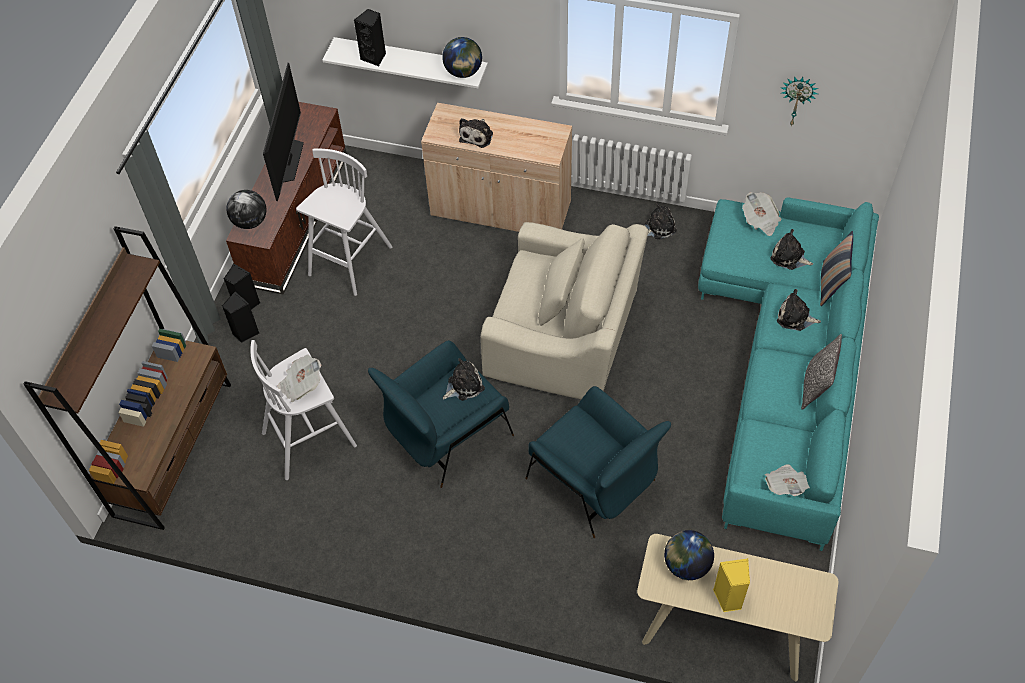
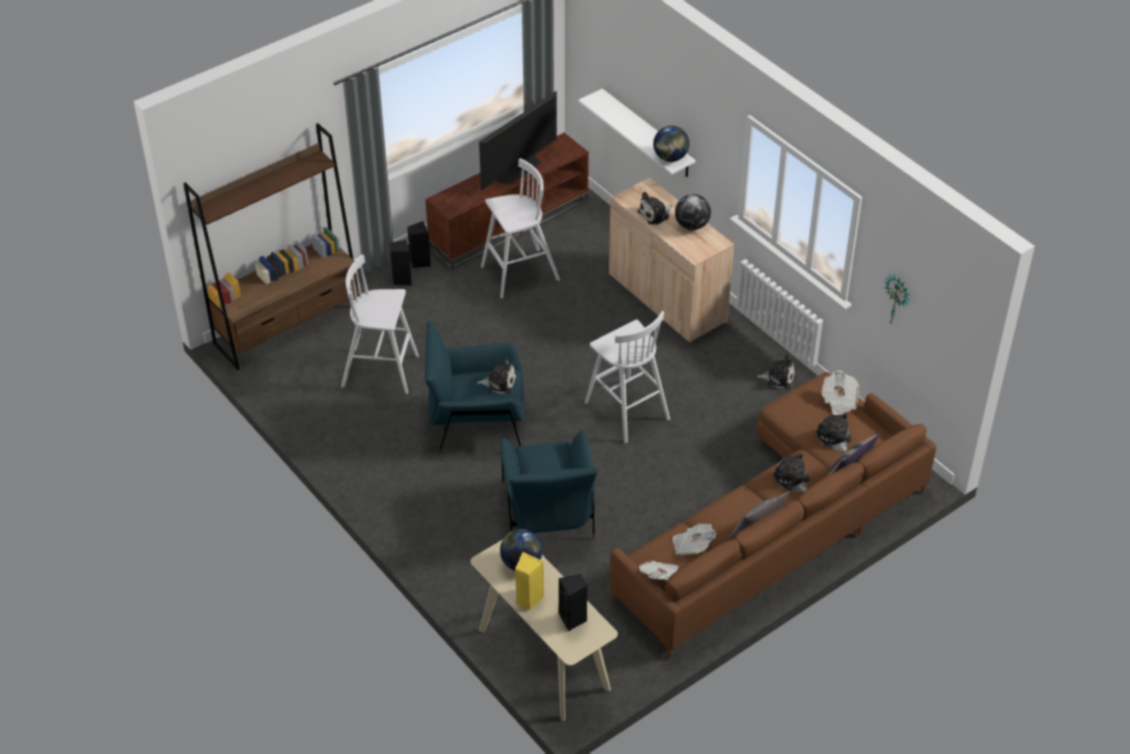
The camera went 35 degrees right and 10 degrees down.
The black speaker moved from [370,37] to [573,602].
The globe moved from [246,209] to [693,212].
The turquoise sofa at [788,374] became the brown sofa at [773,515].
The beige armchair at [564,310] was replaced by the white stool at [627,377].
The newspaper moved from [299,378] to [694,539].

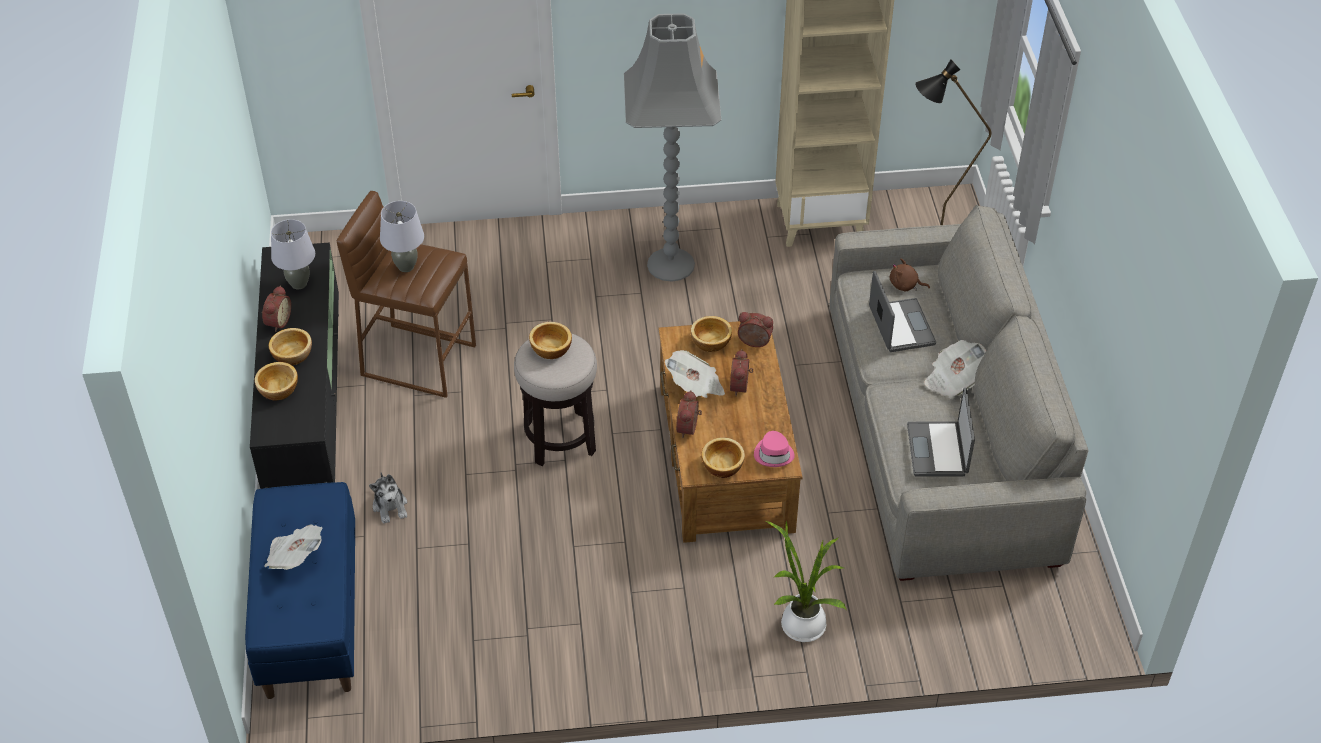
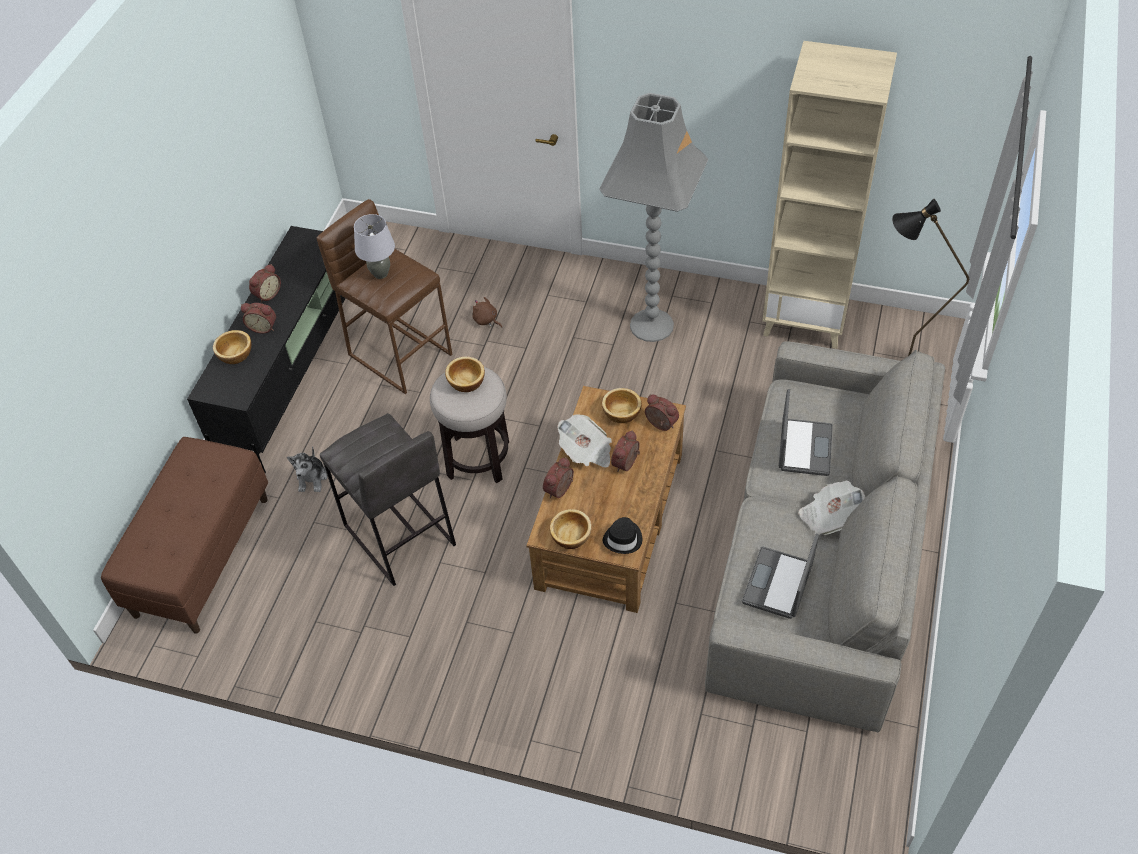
The camera went 25 degrees right and 5 degrees up.
The grey table lamp at [293,254] disappeared.
The brown plush toy moved from [910,274] to [487,312].
The bowl at [290,346] was replaced by the alarm clock at [258,318].
The pink hat at [774,449] became the black hat at [622,535].
The blue bench at [300,590] became the brown bench at [184,535].
The potted plant at [806,581] disappeared.
The newspaper at [293,547] disappeared.
The grey stool at [388,499] appeared.

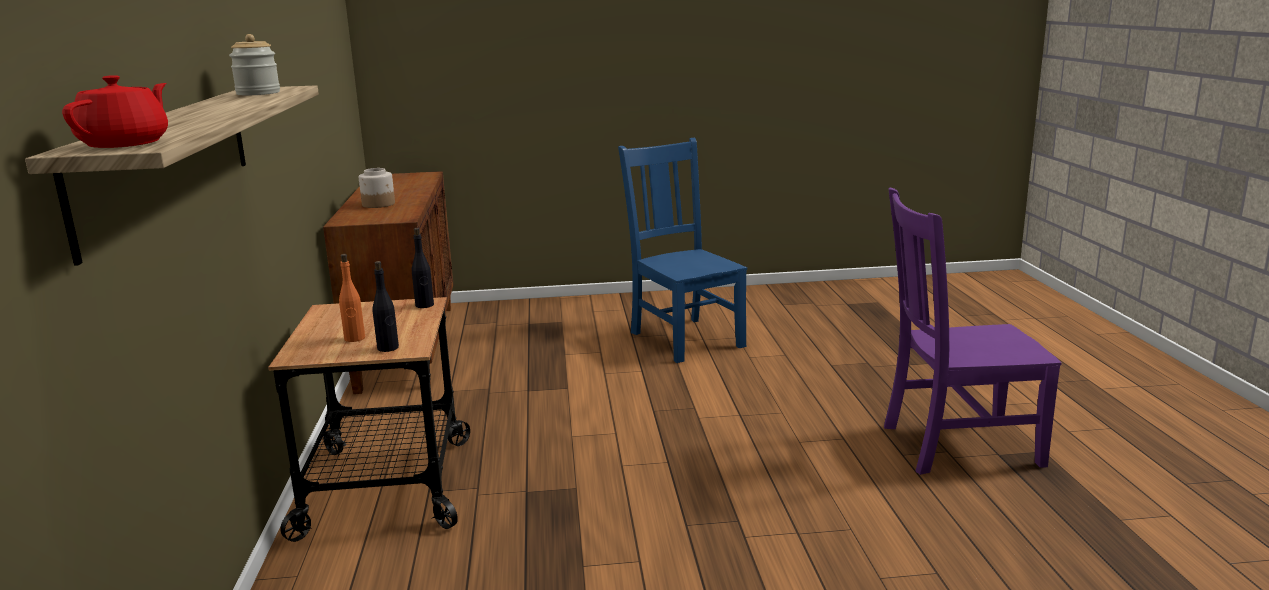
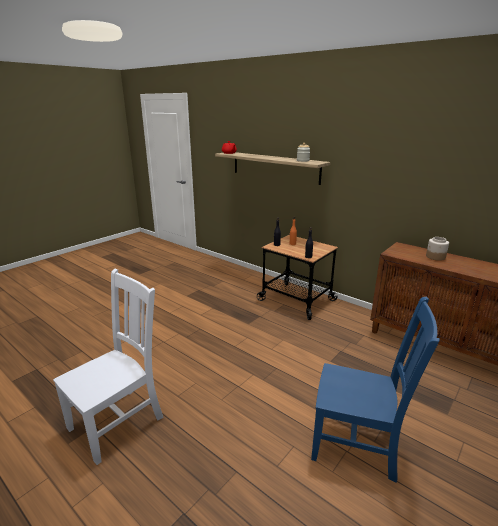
The camera went 135 degrees right and 5 degrees up.
The purple chair at [973,331] became the white chair at [108,367].

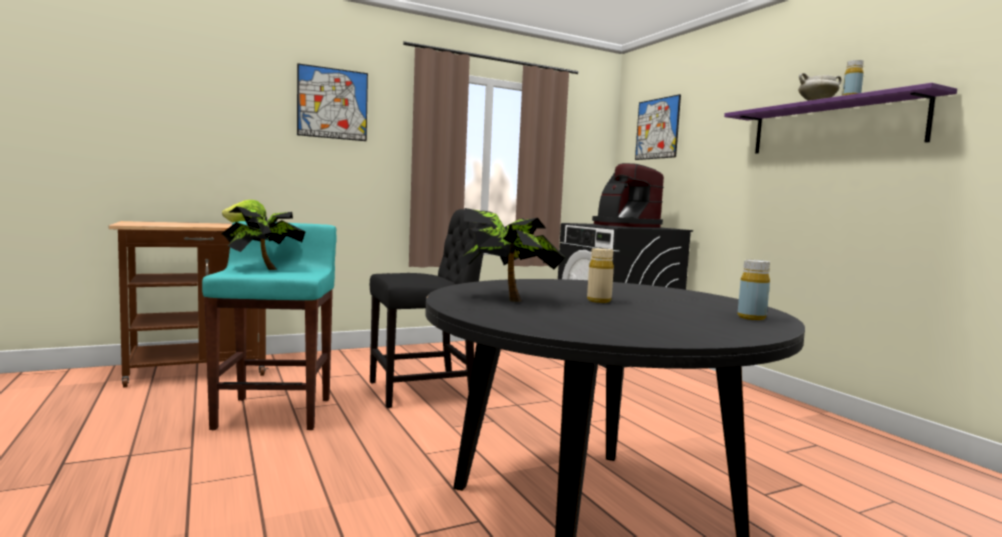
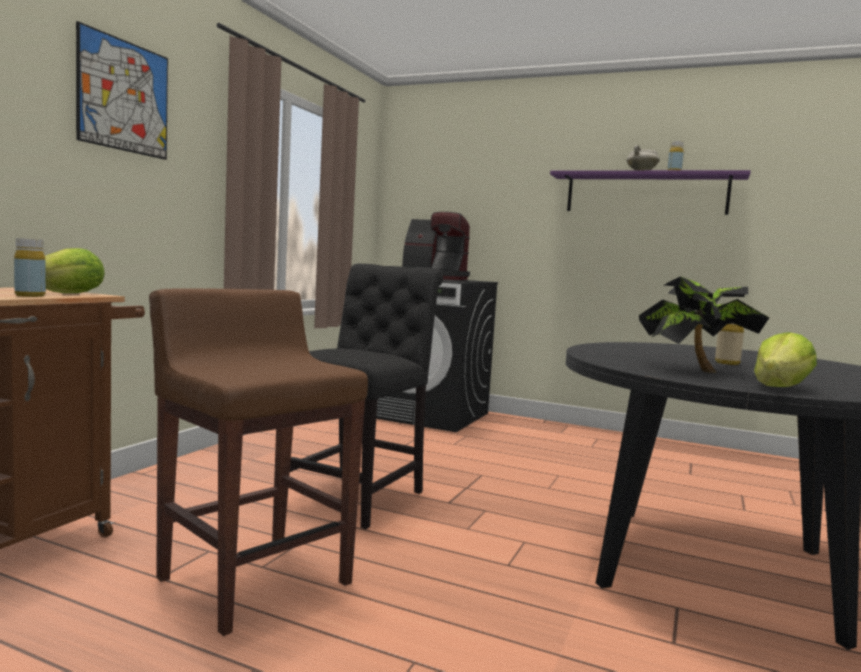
The camera went 40 degrees left and 0 degrees up.
The picture at [658,127] disappeared.
The potted plant at [263,238] disappeared.
The turquoise stool at [269,325] became the brown stool at [258,462].
The yellow bottle moved from [754,290] to [30,267].
The lettuce at [785,359] appeared.

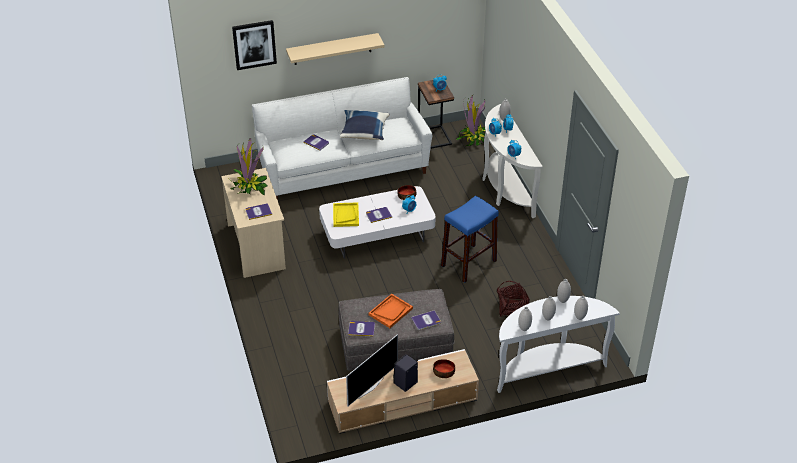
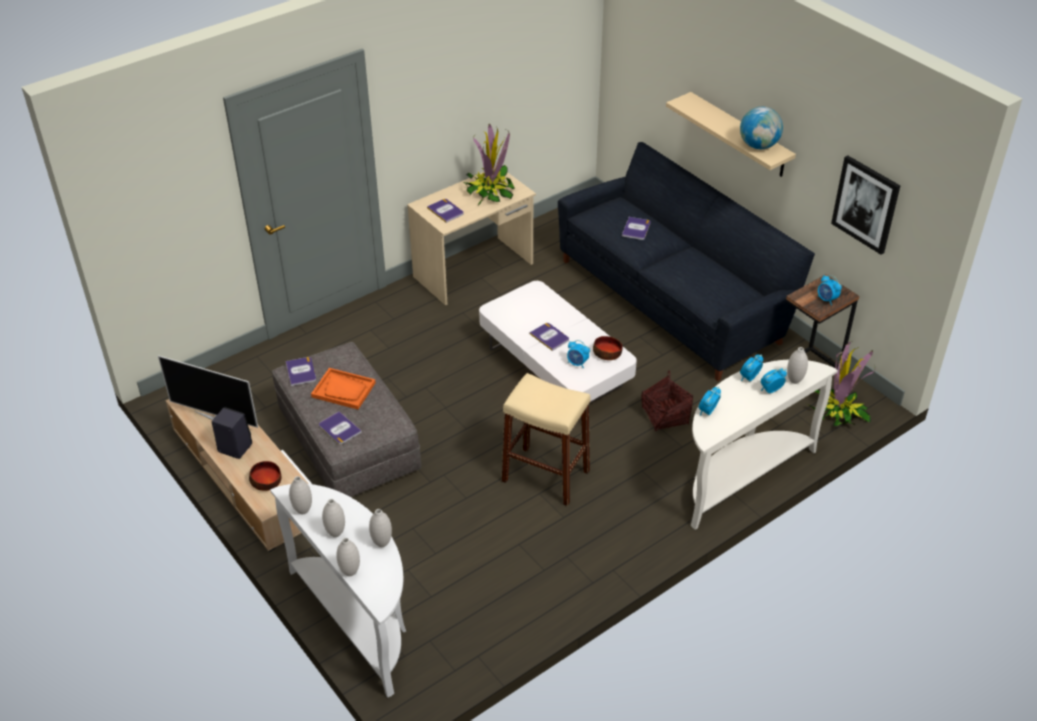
The camera went 70 degrees right and 0 degrees up.
The picture moved from [254,45] to [865,205].
The white sofa at [342,138] became the black sofa at [686,261].
The blue pillow at [364,125] disappeared.
The blue stool at [470,239] became the beige stool at [546,439].
The yellow tray at [346,214] disappeared.
The basket moved from [513,299] to [667,401].
The globe at [761,128] appeared.

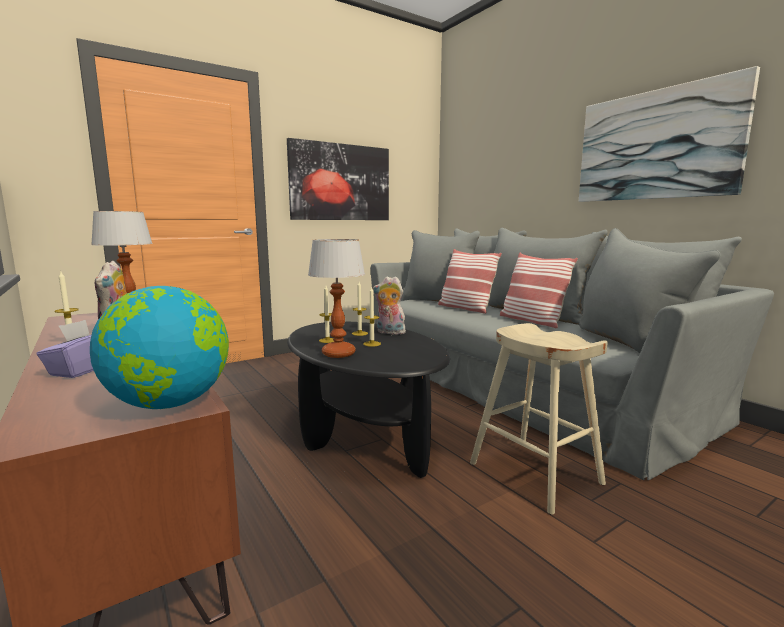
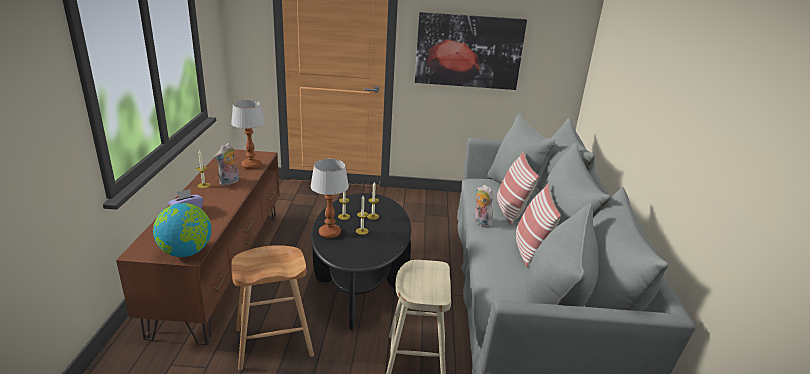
The camera went 35 degrees right and 15 degrees up.
The picture at [669,134] disappeared.
The plush toy moved from [389,305] to [483,206].
The brown stool at [272,307] appeared.

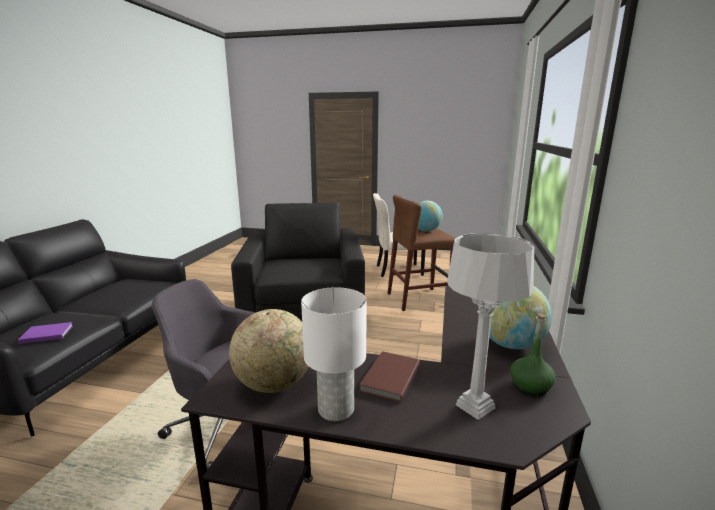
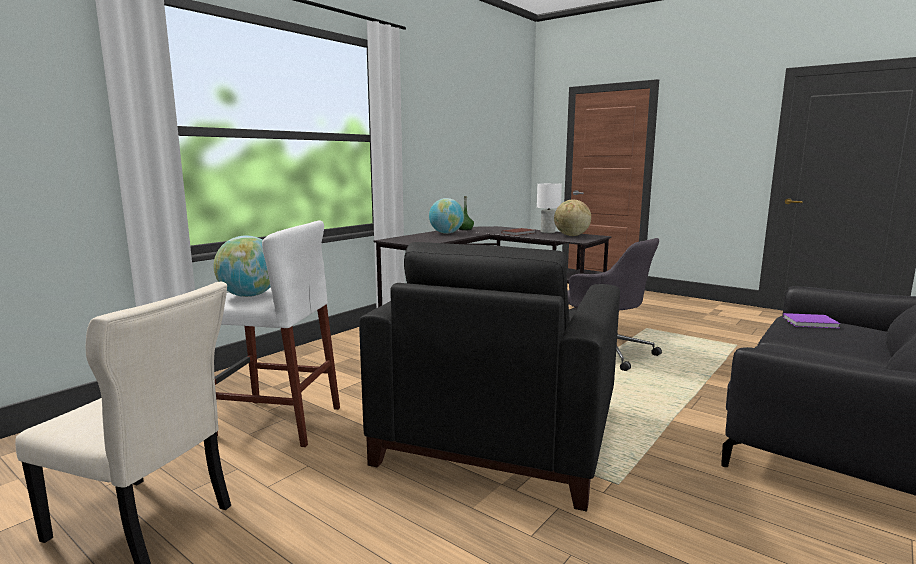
The camera went 155 degrees left and 5 degrees down.
The brown stool at [421,253] became the white stool at [277,334].
The grey table lamp at [490,326] disappeared.

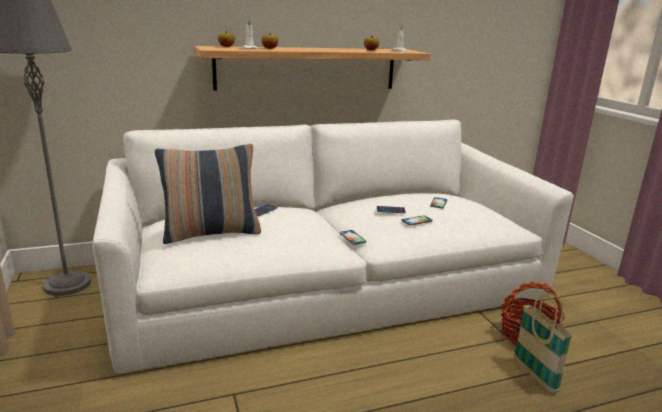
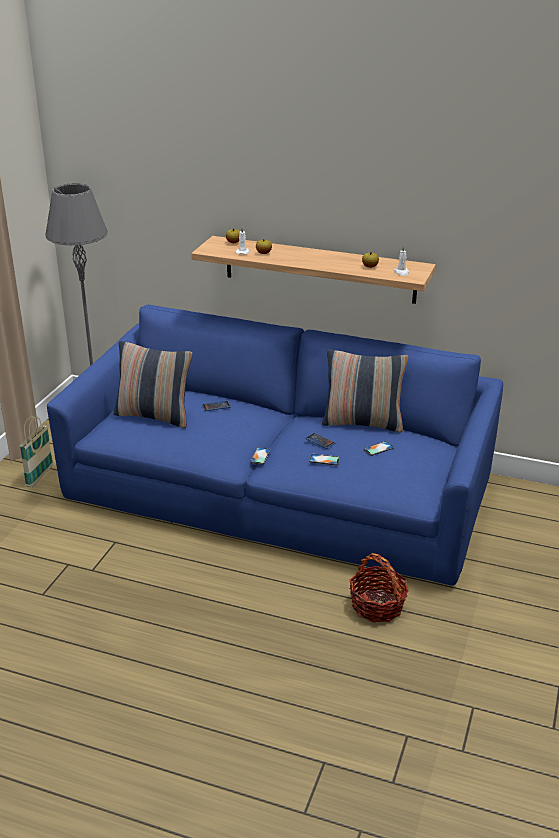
The camera went 40 degrees right and 10 degrees up.
The white sofa at [333,246] became the blue sofa at [275,445].
The basket moved from [542,343] to [36,452].
The pillow at [365,391] appeared.

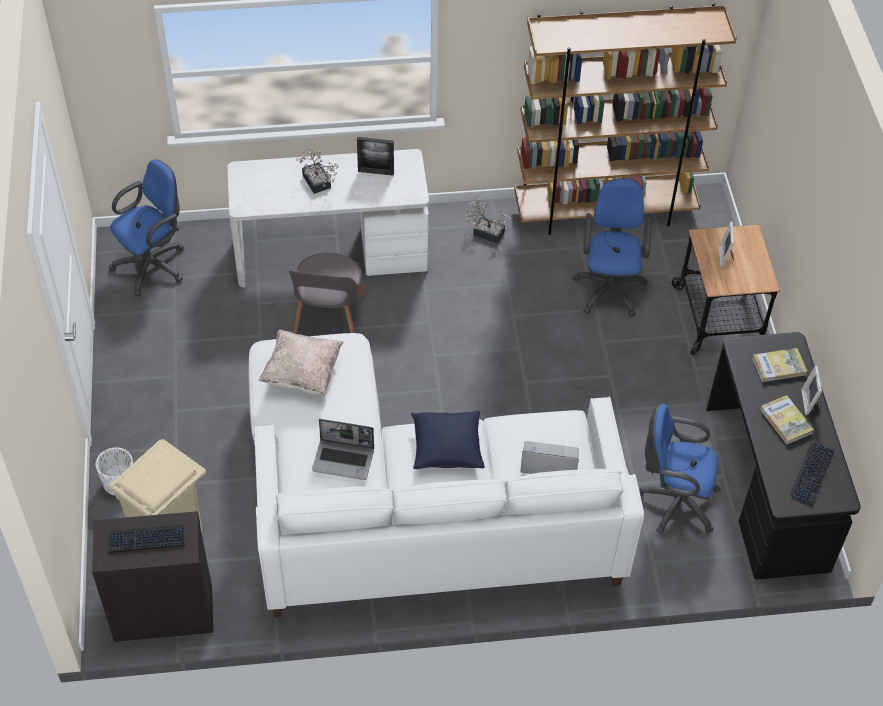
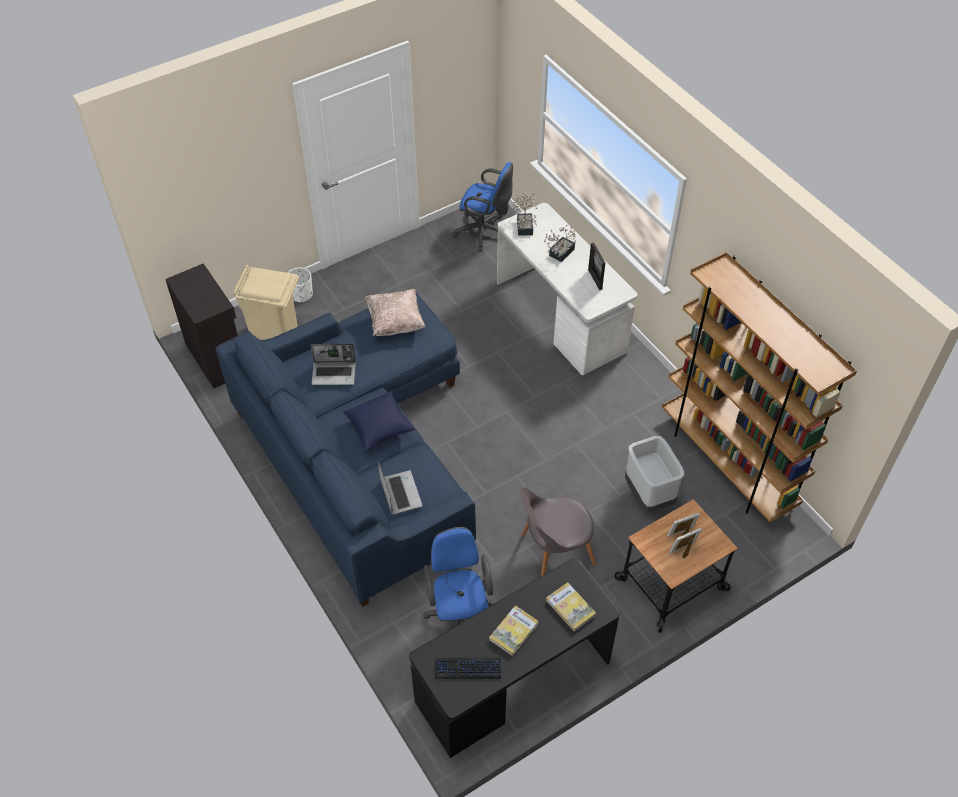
The camera went 65 degrees right and 0 degrees up.
The blue office chair at [612,247] was replaced by the grey trash can at [654,474].
The potted plant moved from [487,219] to [524,214].
The grey chair moved from [327,293] to [558,531].
The white sofa at [446,475] became the blue sofa at [345,448].
The picture frame moved from [811,390] to [685,543].
The laptop at [343,449] turned 75 degrees counterclockwise.
The keyboard at [147,538] disappeared.

